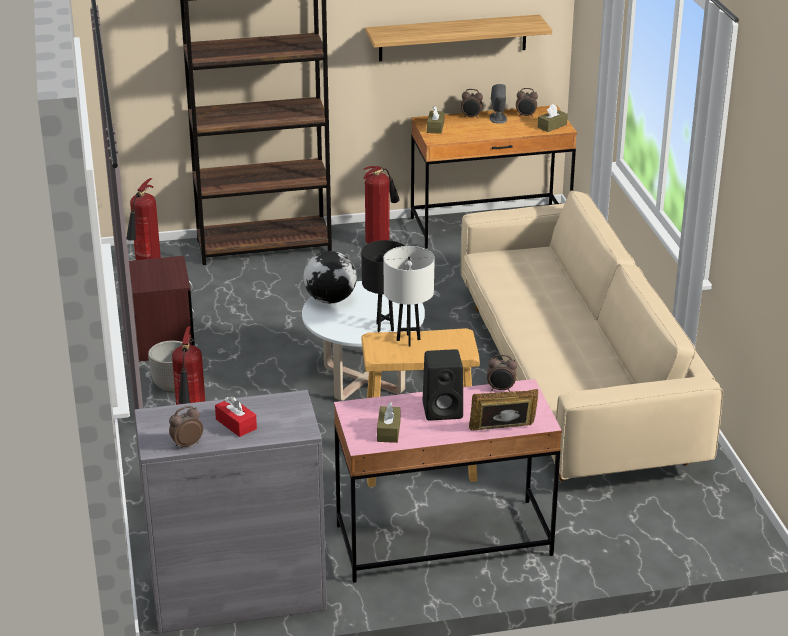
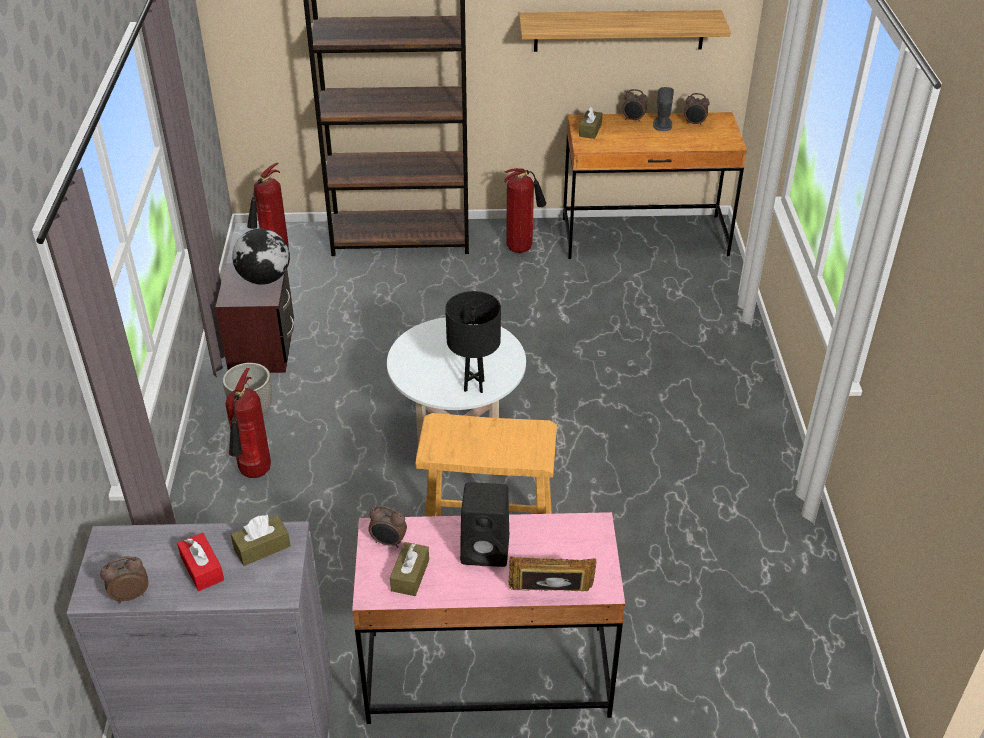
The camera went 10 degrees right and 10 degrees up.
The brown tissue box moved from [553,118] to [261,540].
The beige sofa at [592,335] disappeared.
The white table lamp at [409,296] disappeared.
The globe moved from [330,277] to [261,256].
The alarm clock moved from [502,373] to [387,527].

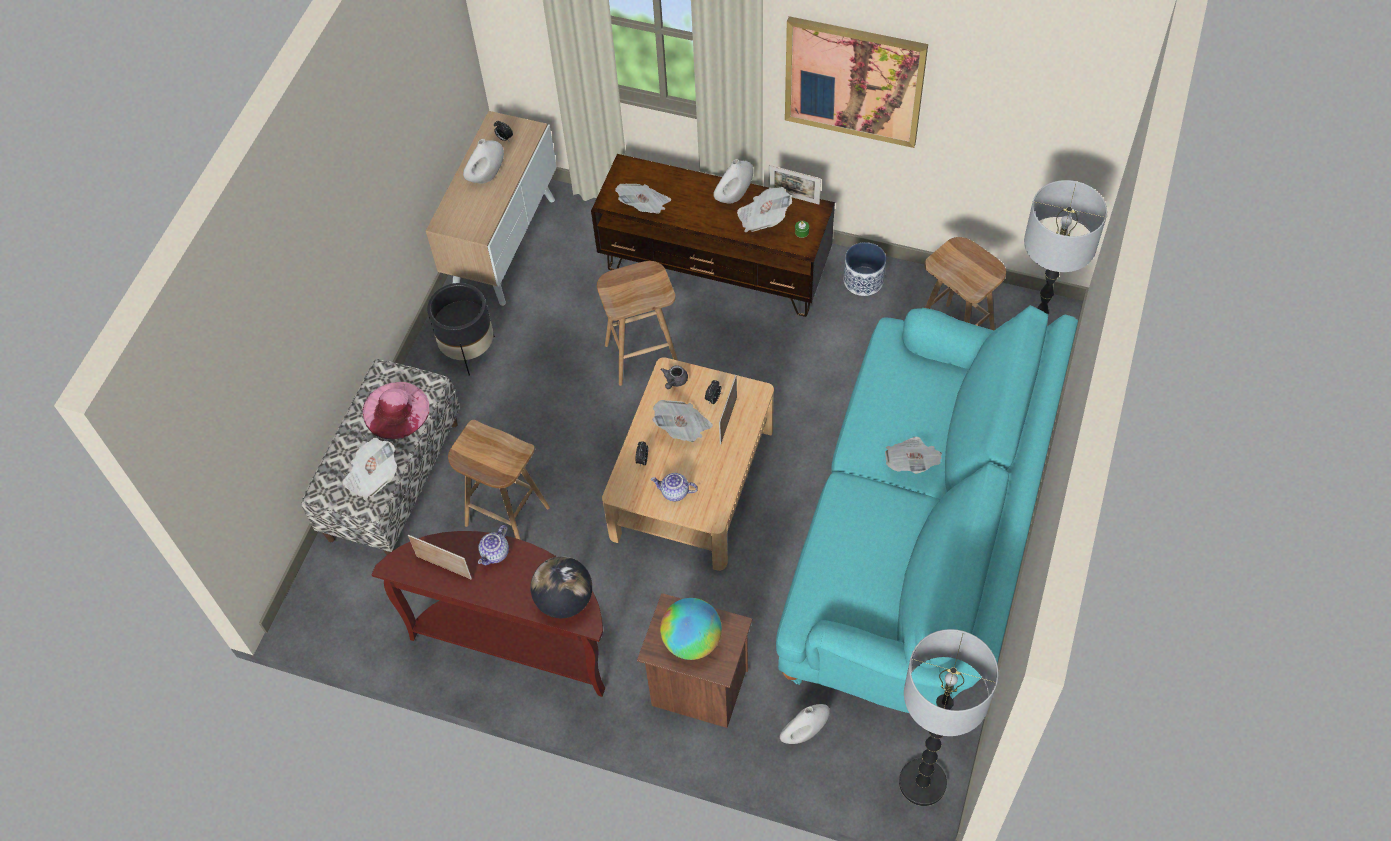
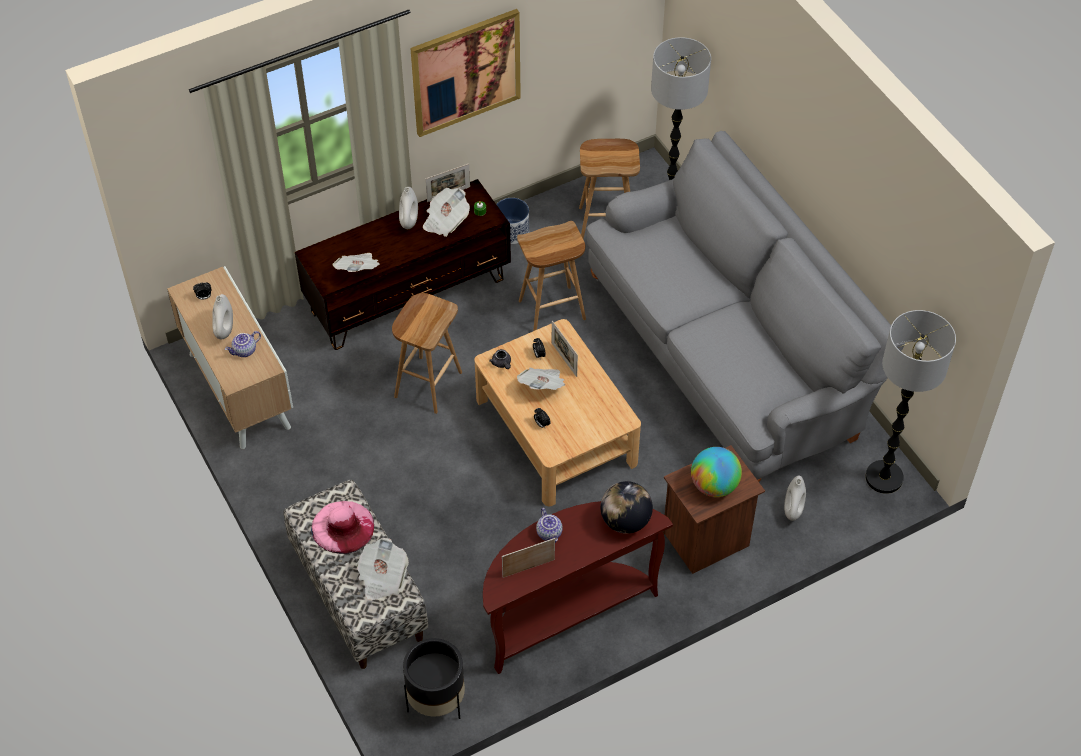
The camera went 50 degrees left and 5 degrees down.
The black planter moved from [461,329] to [434,678].
The turquoise sofa at [927,509] became the grey sofa at [746,306].
The brown stool moved from [499,480] to [551,276].
The newspaper at [913,455] disappeared.
The teapot moved from [674,487] to [243,344].

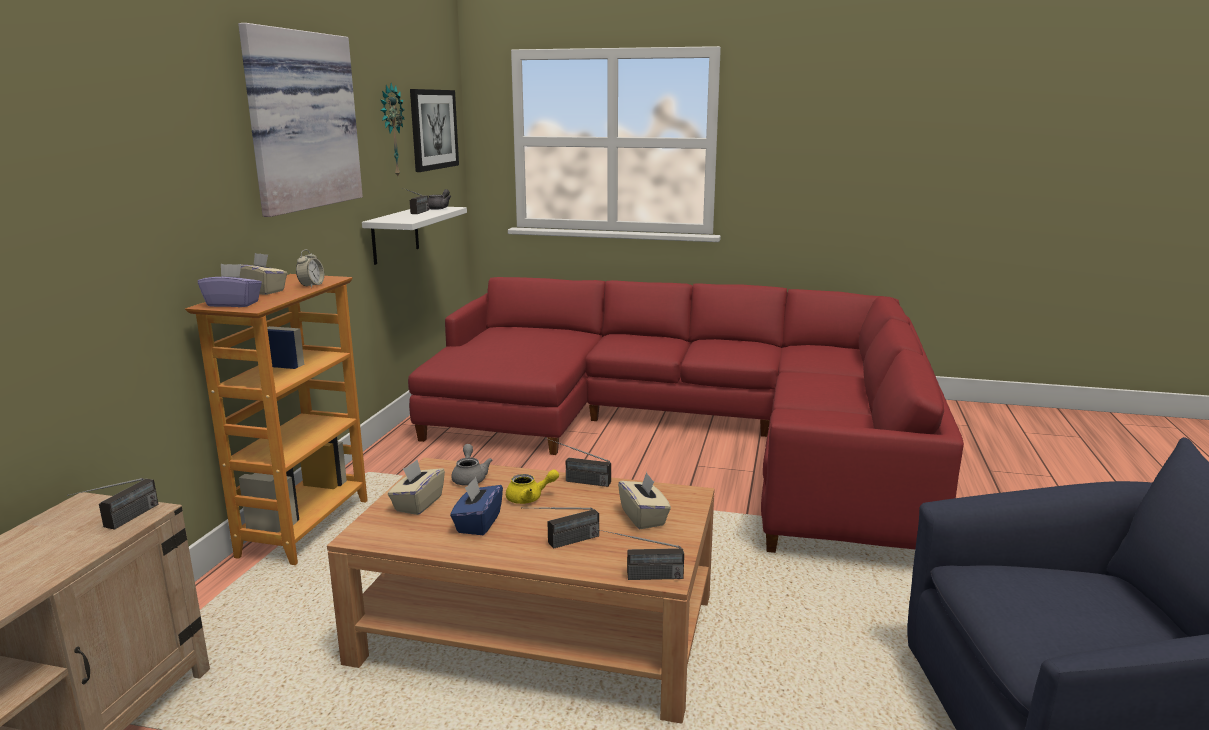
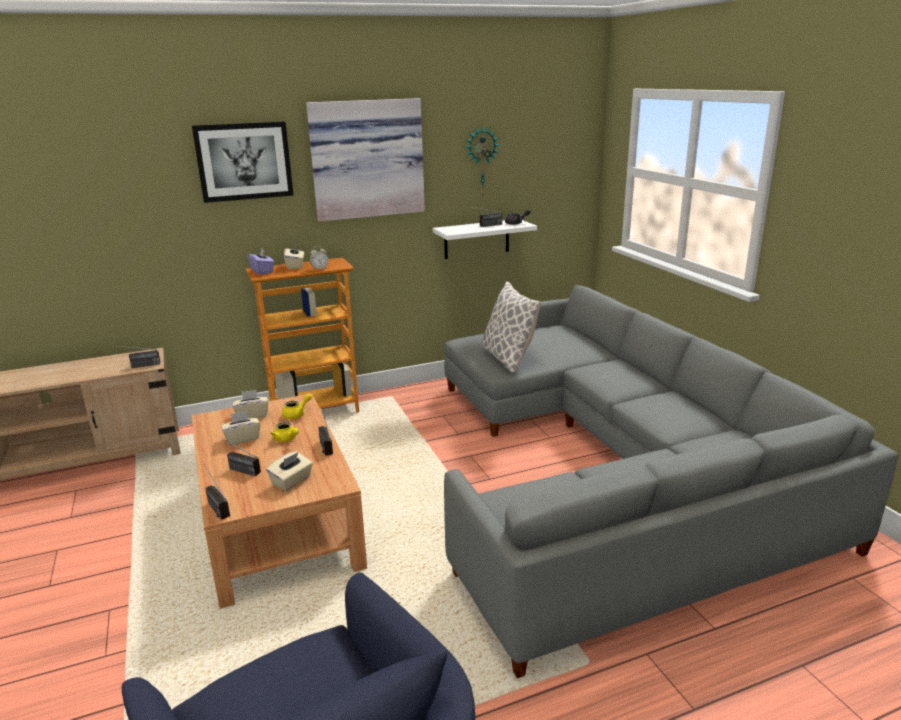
The camera went 55 degrees right and 5 degrees up.
The picture moved from [434,130] to [243,162].
The red sofa at [686,415] became the grey sofa at [671,481].
The grey teapot at [471,465] became the yellow teapot at [297,406].
The blue tissue box at [476,506] became the beige tissue box at [240,428].
The pillow at [511,327] appeared.

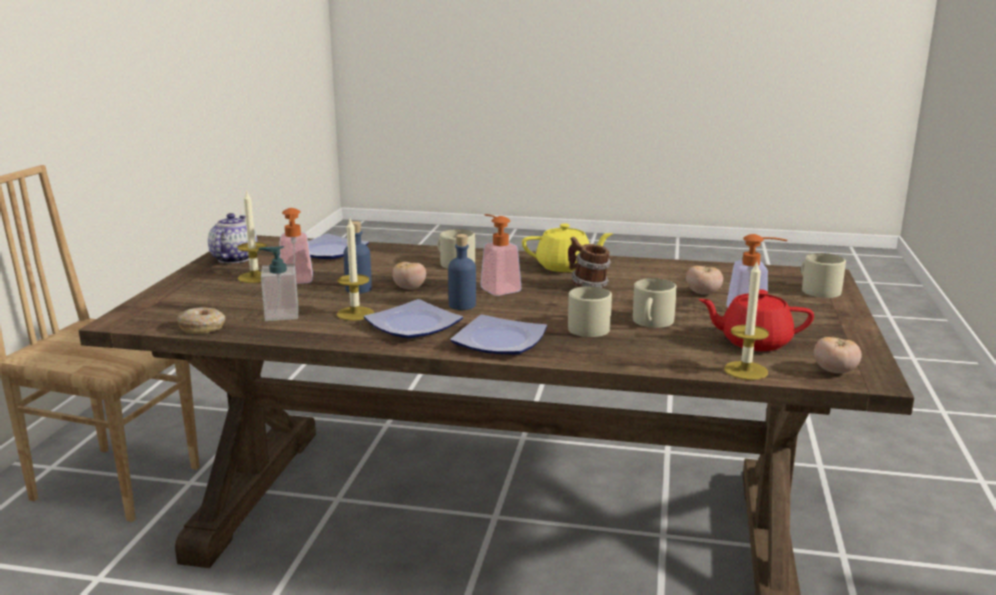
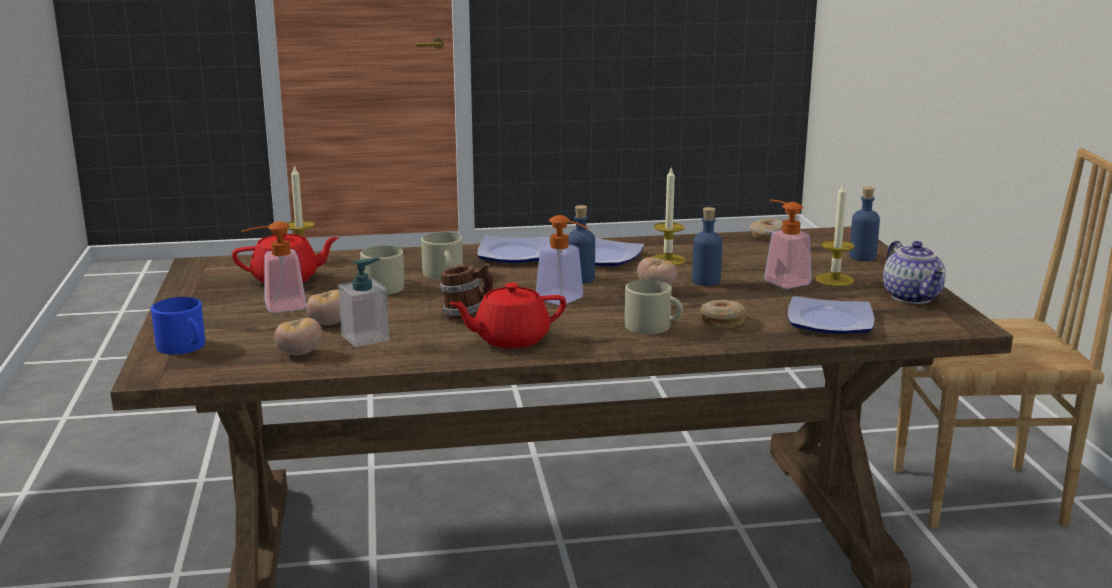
The camera went 160 degrees right and 0 degrees up.
The yellow teapot at [567,247] became the red teapot at [507,316].
The soap dispenser moved from [279,283] to [363,302].
The beige mug at [823,275] became the blue mug at [178,326].
The tomato moved from [838,355] to [298,336].
The blue bottle at [864,224] appeared.
The donut at [723,314] appeared.

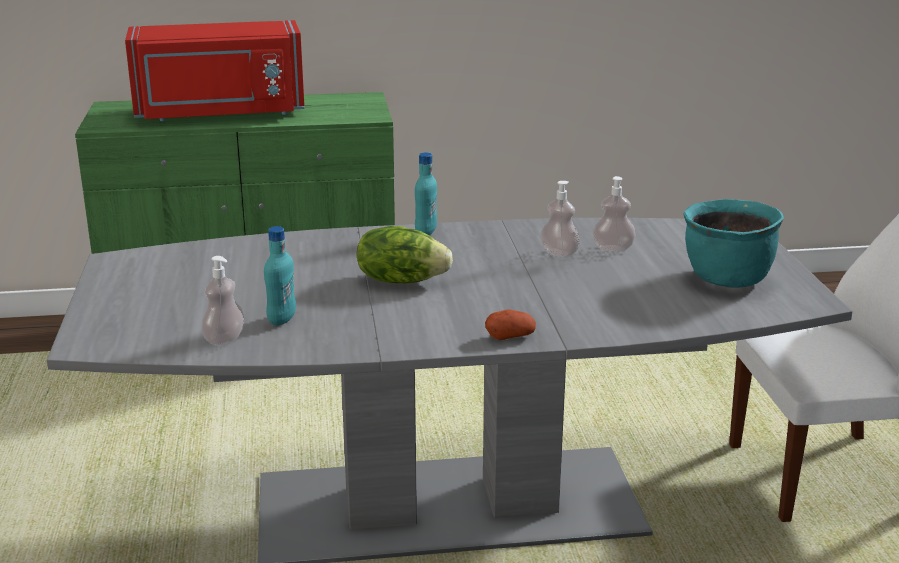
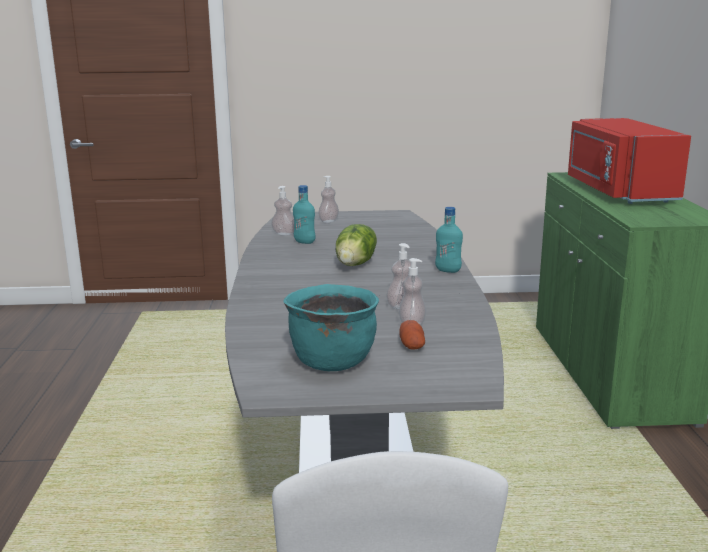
The camera went 95 degrees right and 5 degrees down.
The potato moved from [510,324] to [412,335].
The soap dispenser at [328,199] appeared.

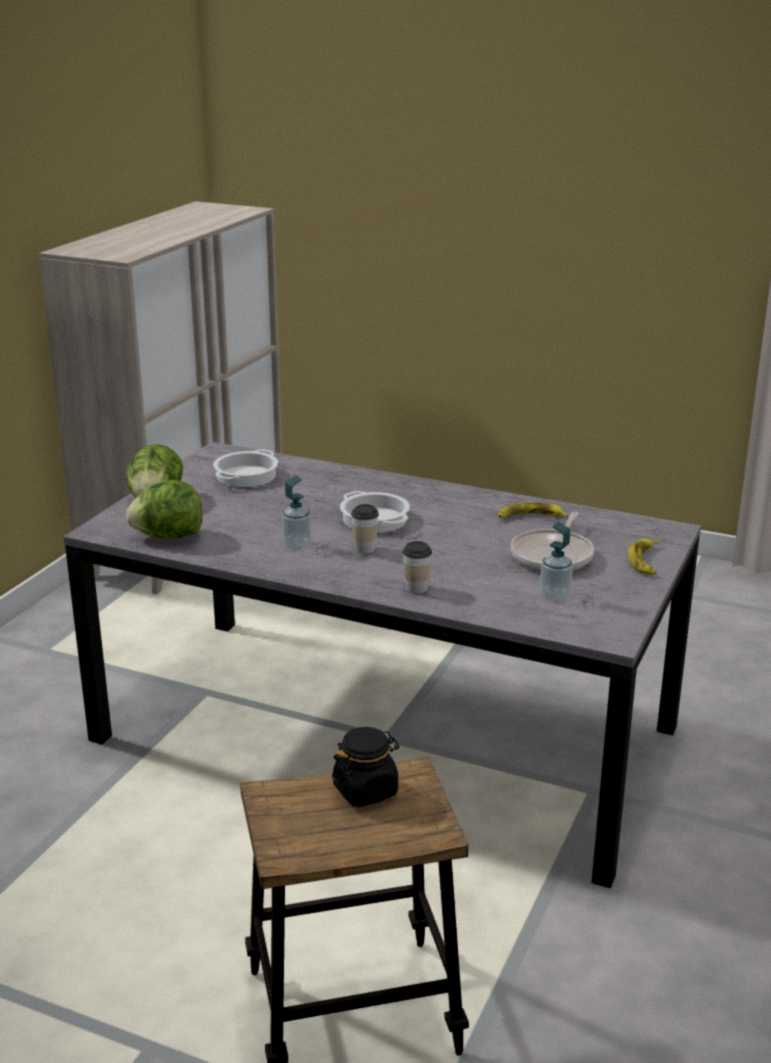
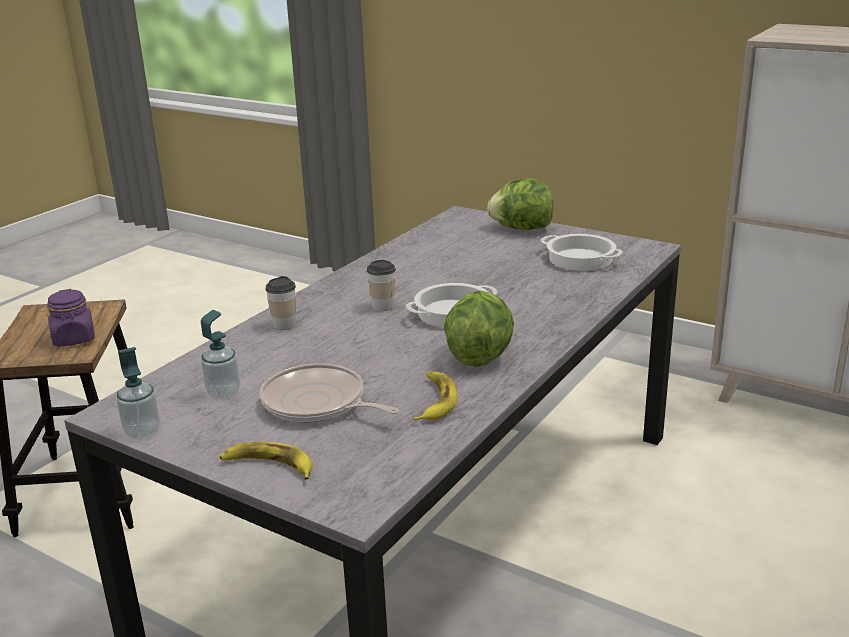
The camera went 100 degrees right and 0 degrees up.
The soap dispenser moved from [296,512] to [138,393].
The lettuce moved from [164,509] to [479,329].
The black jar at [366,767] became the purple jar at [71,318].

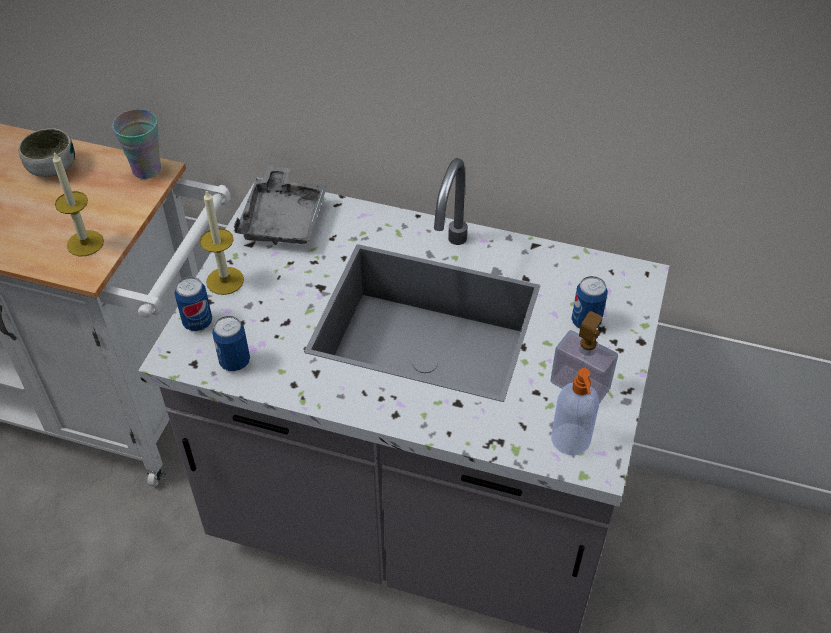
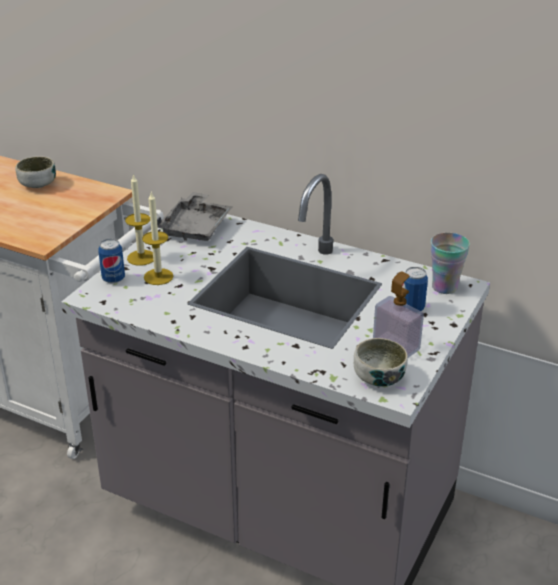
The camera went 10 degrees right and 15 degrees down.
The cup moved from [136,144] to [450,263].
The candle moved from [78,204] to [158,238].
The can at [231,343] disappeared.
The soap dispenser at [575,411] was replaced by the bowl at [381,362].

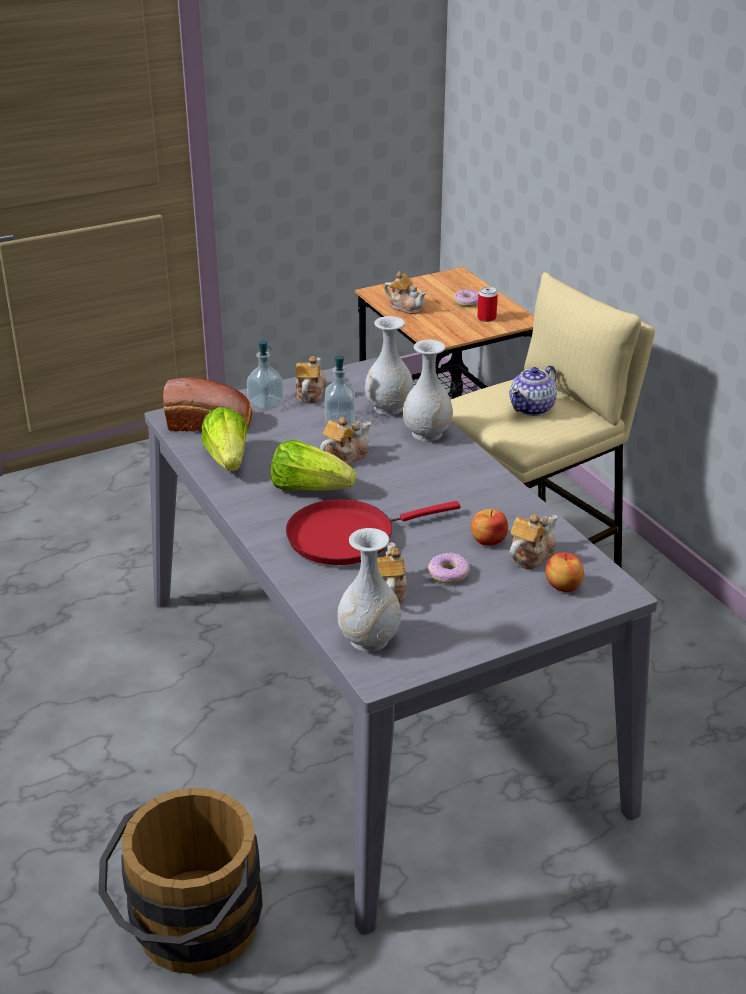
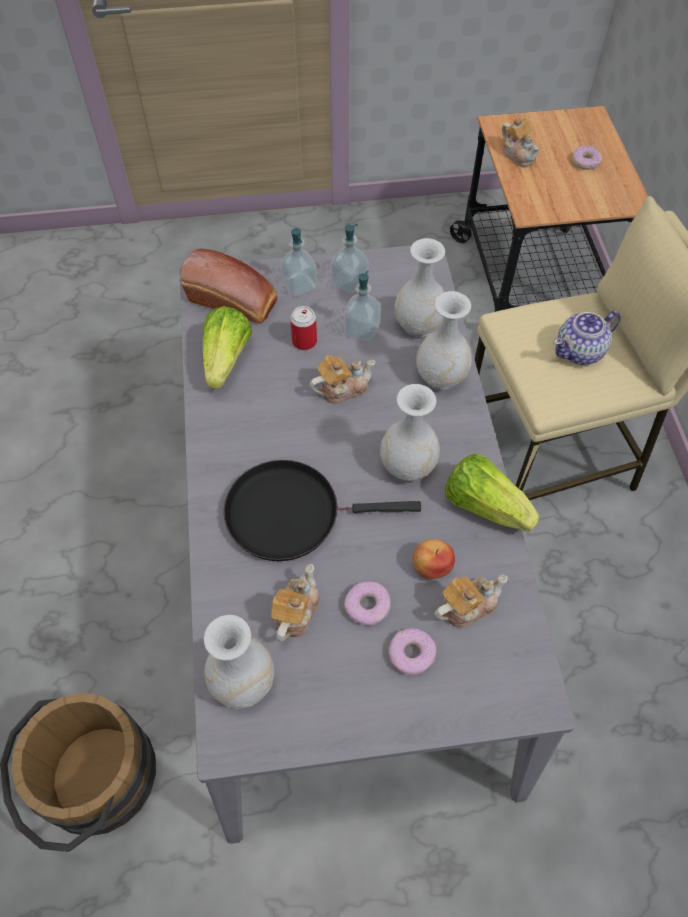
The camera went 20 degrees right and 25 degrees up.
The can moved from [487,304] to [303,328].
The teapot at [310,379] was replaced by the soap dispenser at [349,258].
The lettuce moved from [313,465] to [492,493].
The red frying pan at [373,532] became the black frying pan at [322,510].
The apple at [564,572] disappeared.
The white vase at [410,432] appeared.
The donut at [412,651] appeared.

